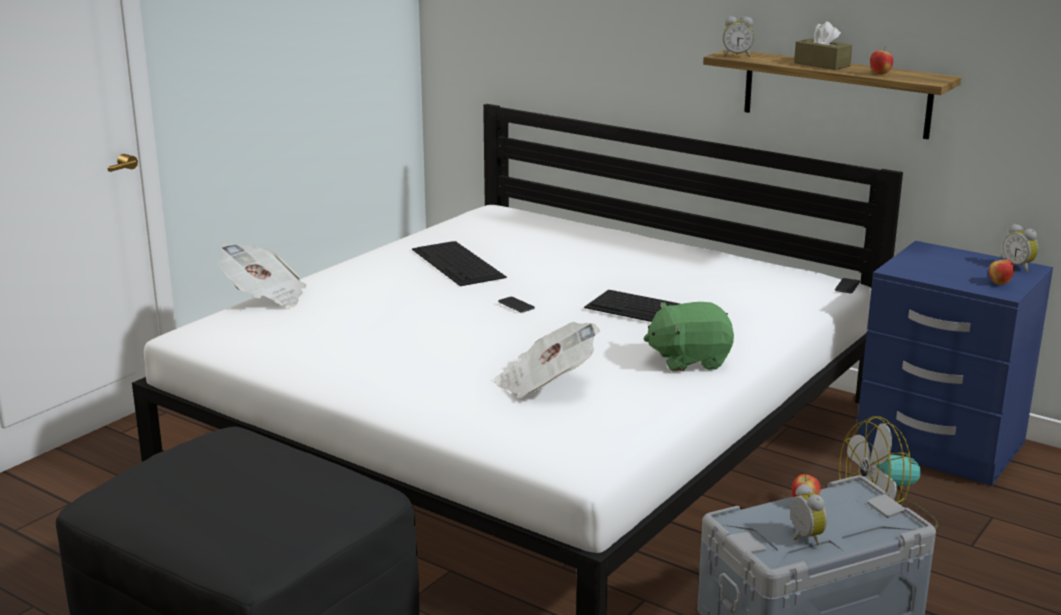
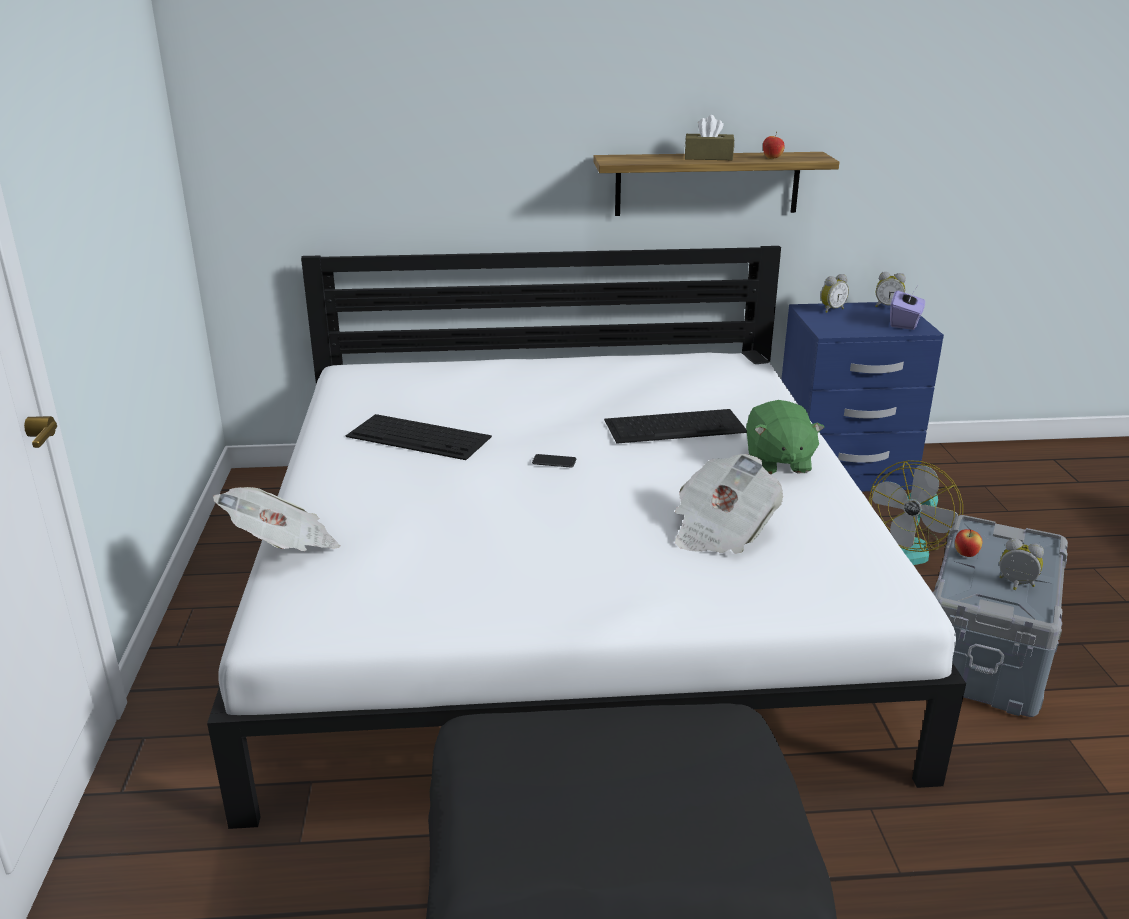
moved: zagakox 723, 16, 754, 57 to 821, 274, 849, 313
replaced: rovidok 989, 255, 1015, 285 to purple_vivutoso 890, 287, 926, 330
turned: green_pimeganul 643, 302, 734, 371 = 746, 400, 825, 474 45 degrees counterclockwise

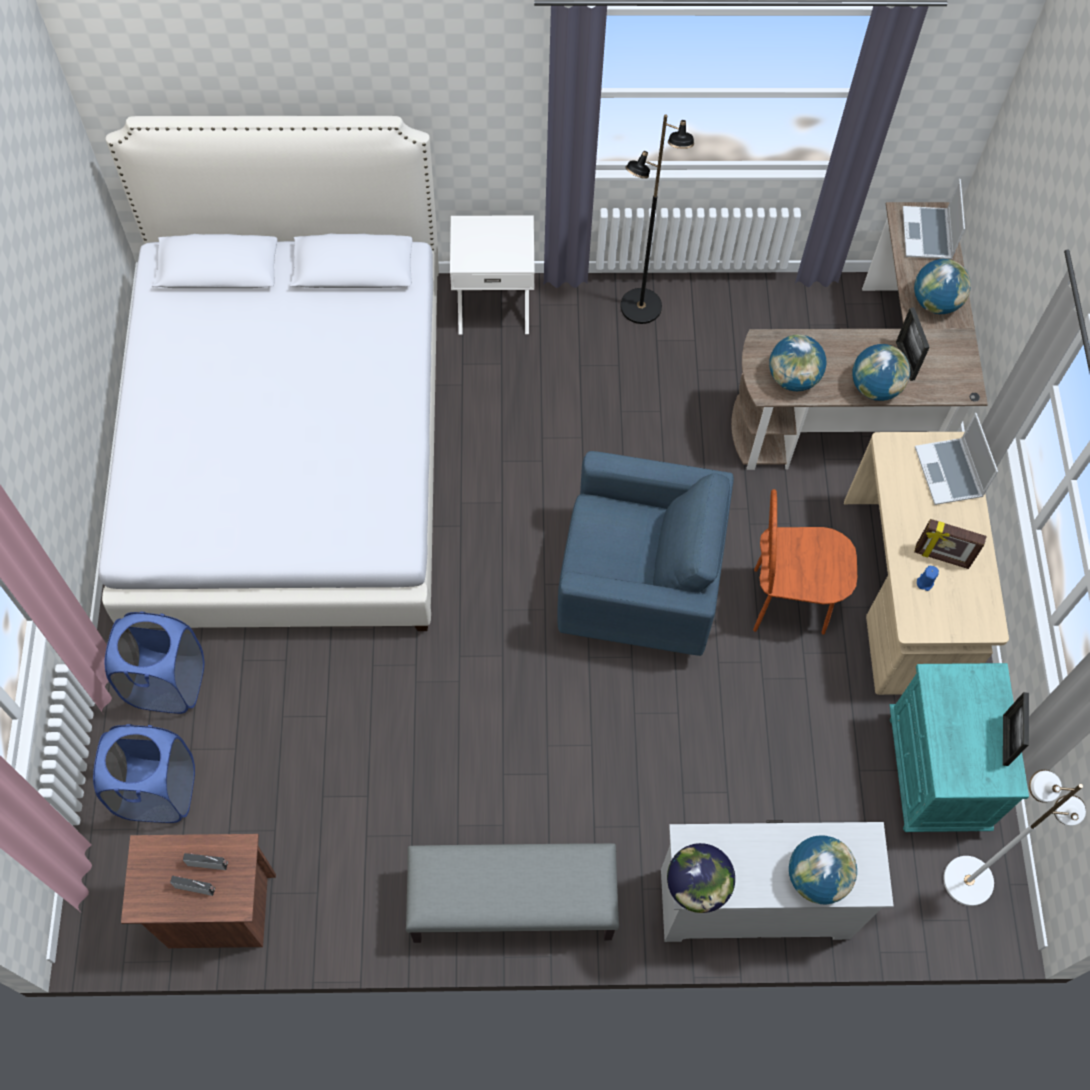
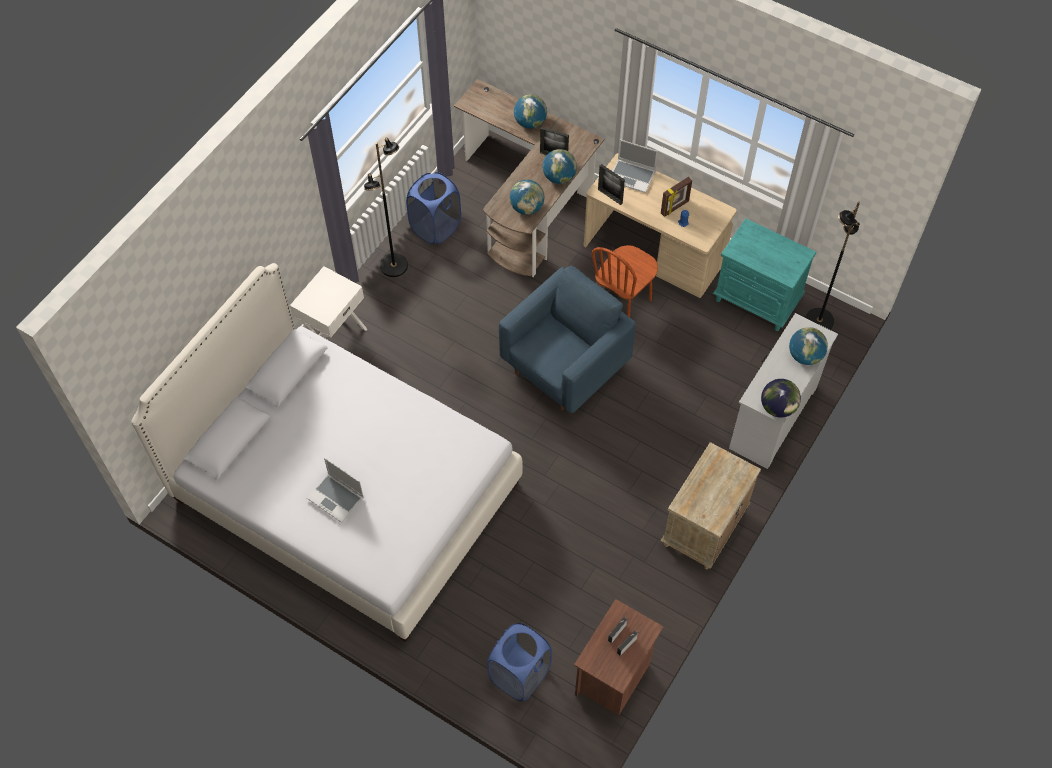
moved: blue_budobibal 105, 612, 204, 714 to 406, 172, 461, 244; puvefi 903, 179, 965, 259 to 307, 458, 364, 523; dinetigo 1003, 692, 1029, 766 to 598, 164, 625, 205
replaced: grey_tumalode 406, 843, 619, 943 to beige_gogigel 661, 442, 761, 570
recoloured: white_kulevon 943, 770, 1086, 906 to black_kulevon 805, 201, 860, 330

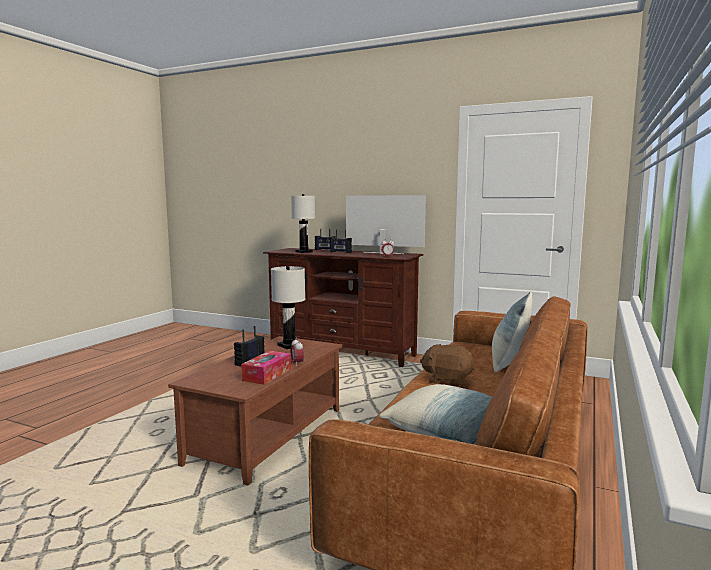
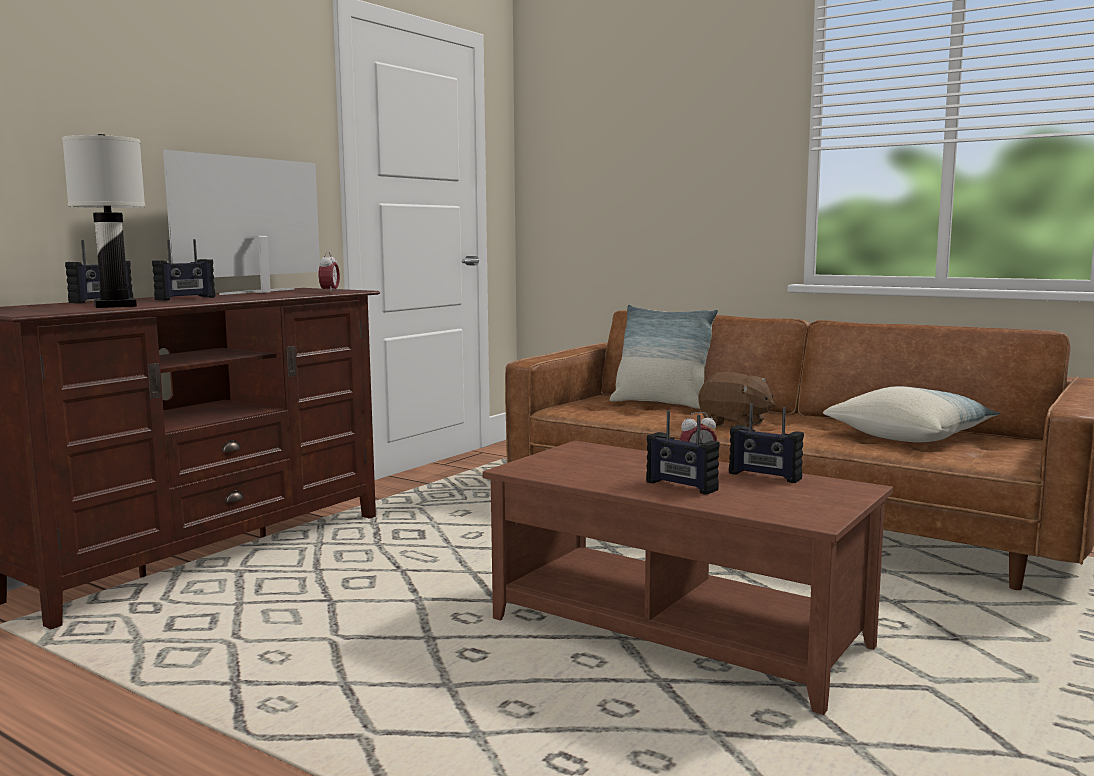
removed: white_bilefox 271, 266, 305, 349
replaced: vivutoso 241, 351, 291, 385 to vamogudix 729, 404, 804, 483
turned: brown_pimeganul 420, 344, 474, 387 = 698, 372, 775, 428 90 degrees counterclockwise

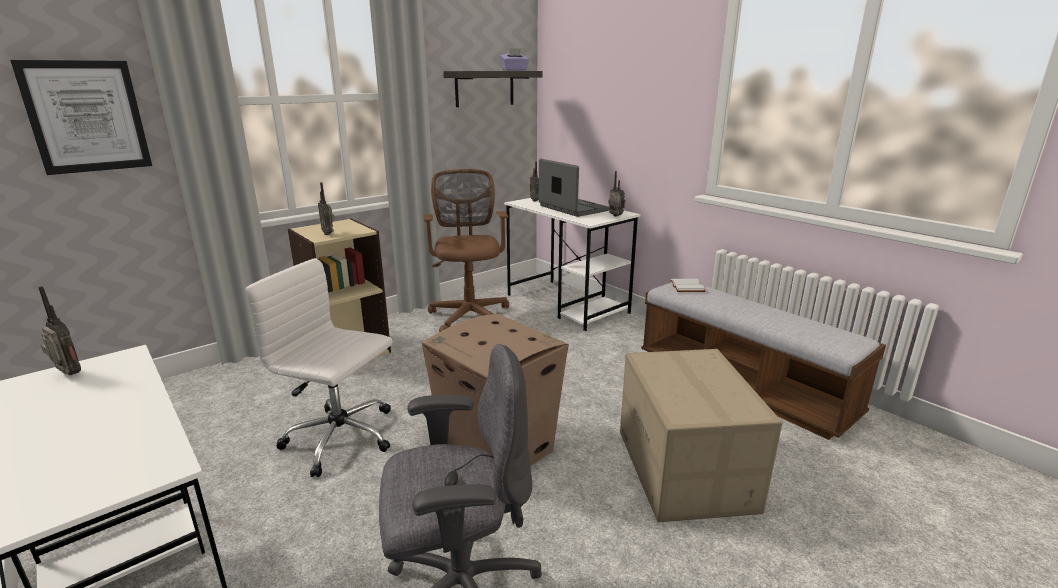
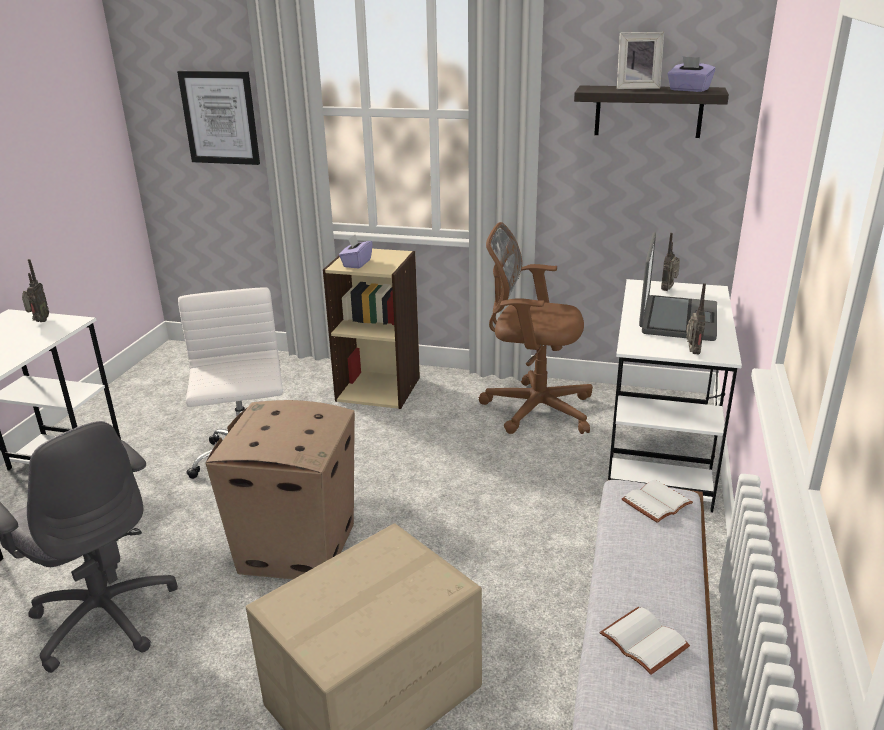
added: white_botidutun 600, 607, 690, 675; dinetigo 617, 32, 664, 89
replaced: vamogudix 318, 182, 335, 235 to purple_vivutoso 339, 235, 373, 269
turned: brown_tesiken 423, 169, 509, 332 = 479, 222, 593, 434 120 degrees counterclockwise

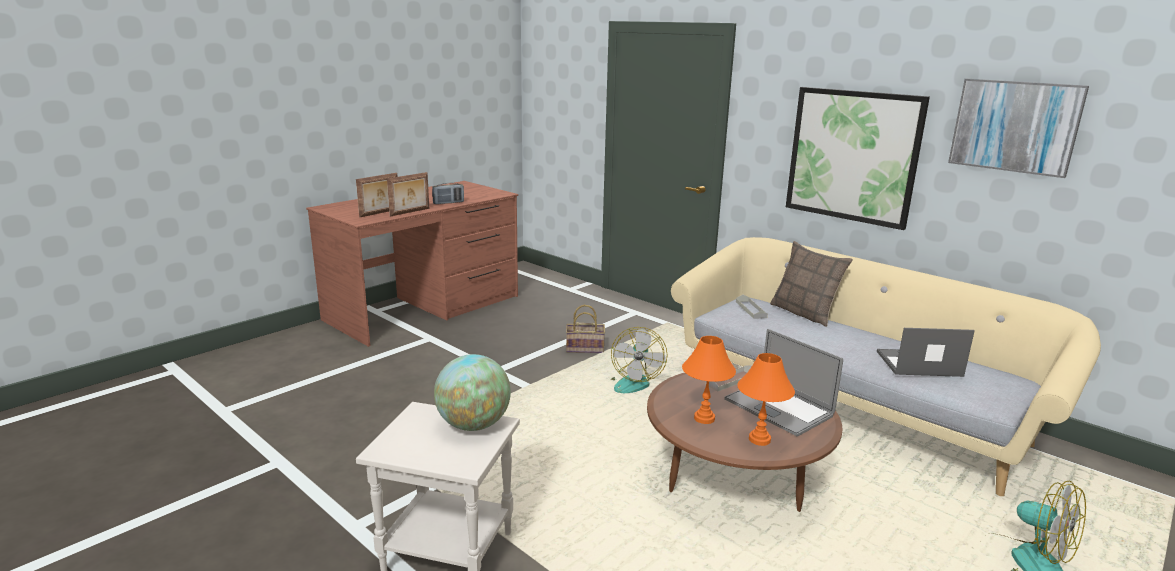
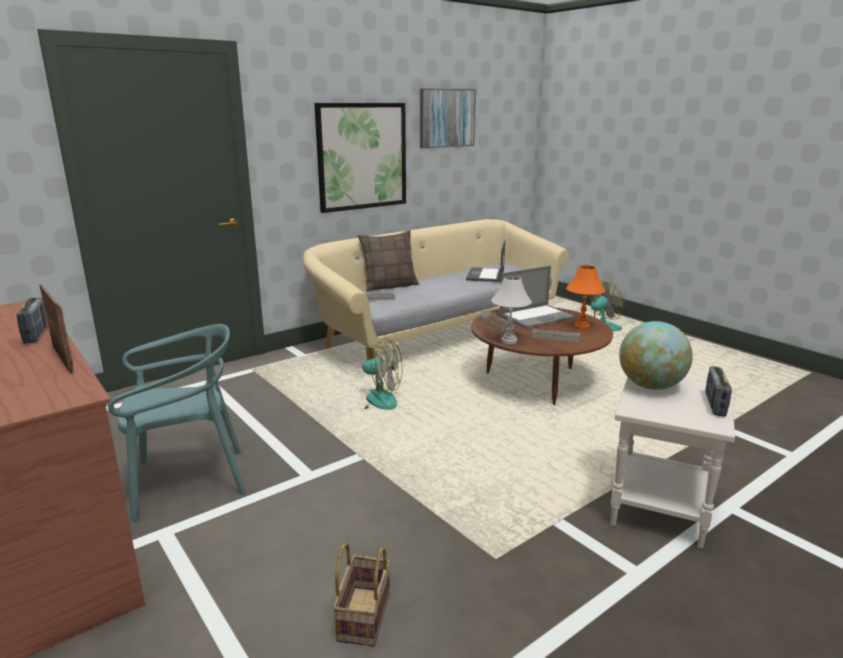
removed: dinetigo 356, 173, 397, 217
added: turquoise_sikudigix 108, 324, 246, 521; white_bilefox 491, 276, 532, 344; vamogudix 705, 366, 732, 417
moved: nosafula 566, 305, 605, 353 to 333, 543, 390, 646
replaced: orange_bilefox 682, 336, 736, 424 to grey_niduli 532, 328, 580, 342

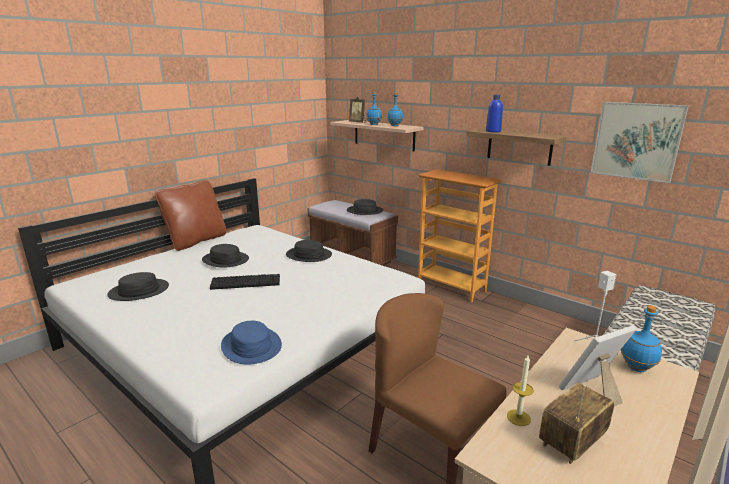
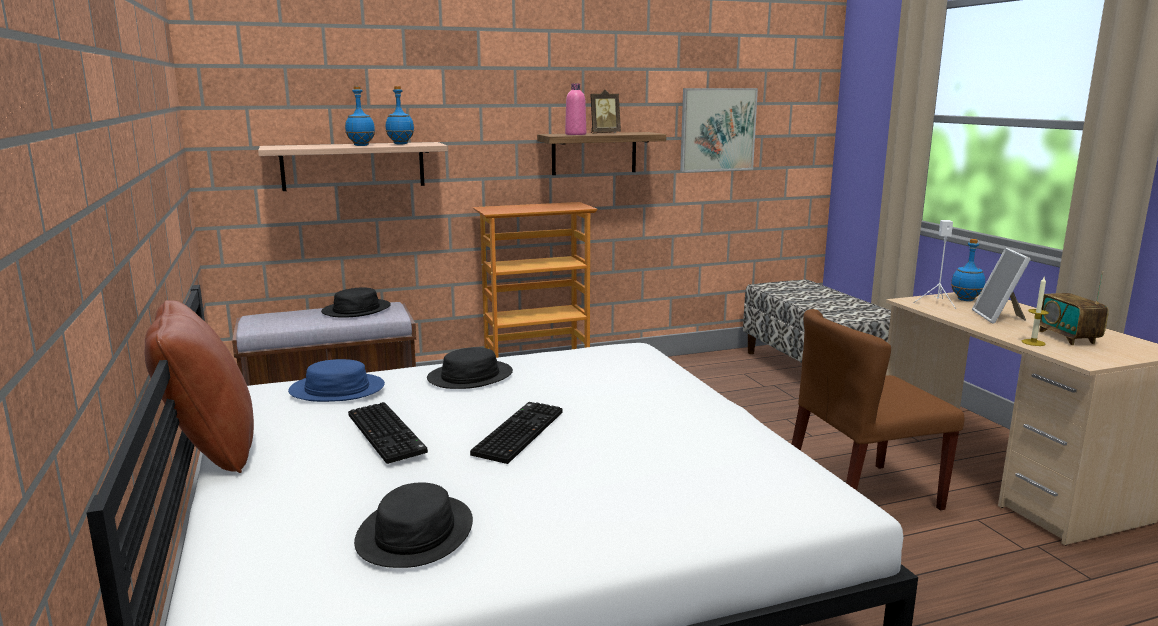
moved: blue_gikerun 221, 321, 282, 365 to 288, 359, 385, 402; dinetigo 349, 97, 366, 123 to 590, 89, 621, 133
replaced: black_gikerun 202, 244, 249, 268 to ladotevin 348, 402, 428, 464
recoloured: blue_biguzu 486, 95, 503, 132 to pink_biguzu 565, 83, 586, 135

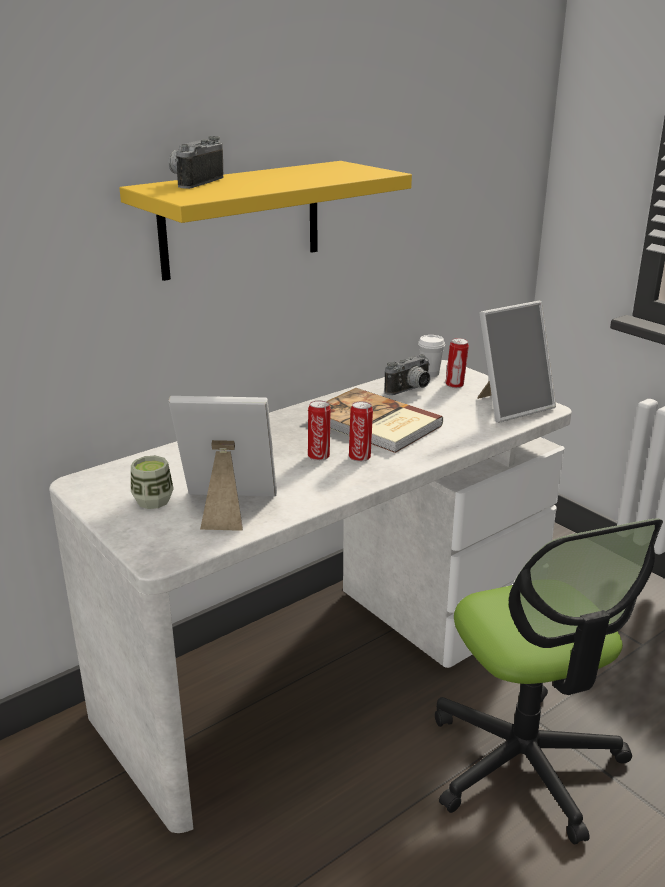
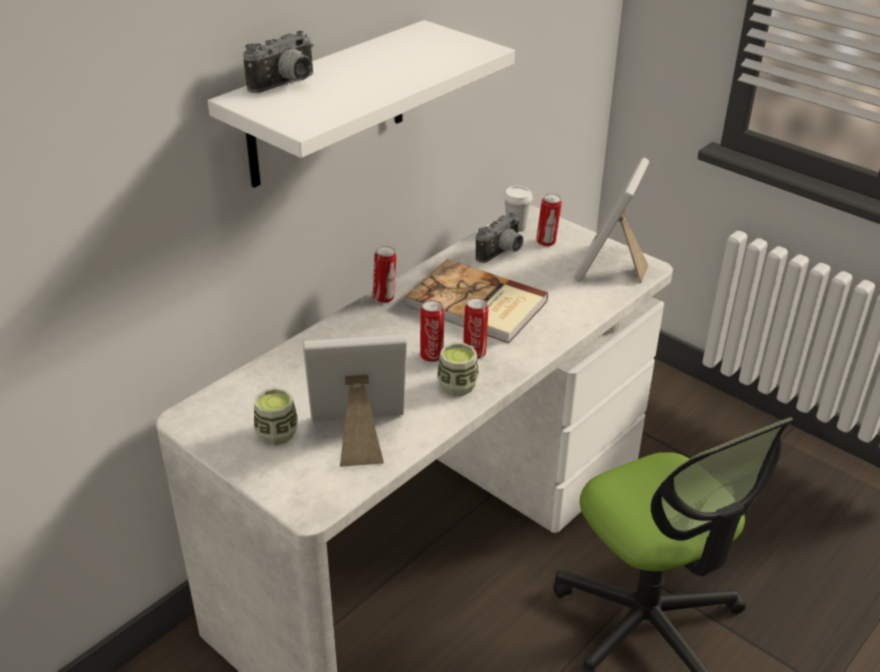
added: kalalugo 373, 246, 396, 303; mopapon 437, 343, 479, 396
recoloured: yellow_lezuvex 119, 161, 412, 281 to white_lezuvex 208, 20, 515, 188
turned: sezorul 168, 136, 224, 189 = 243, 31, 313, 93 150 degrees counterclockwise; dinetigo 477, 301, 556, 423 = 574, 158, 650, 283 150 degrees clockwise

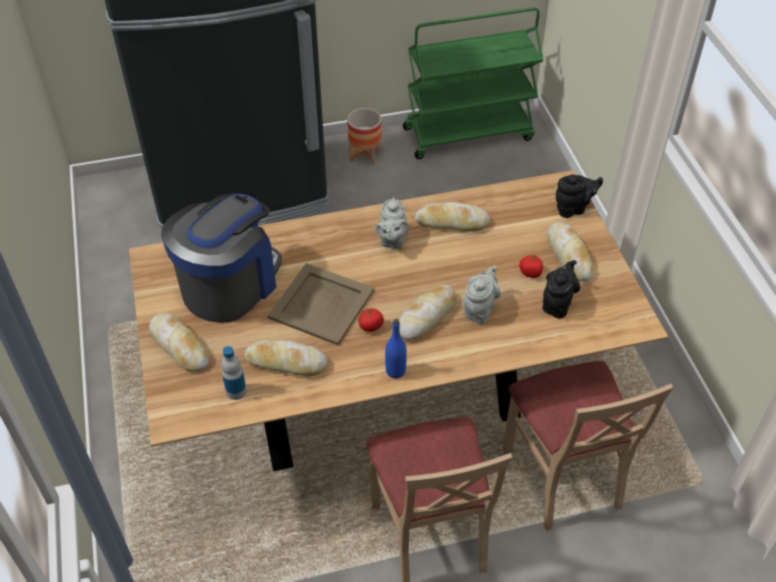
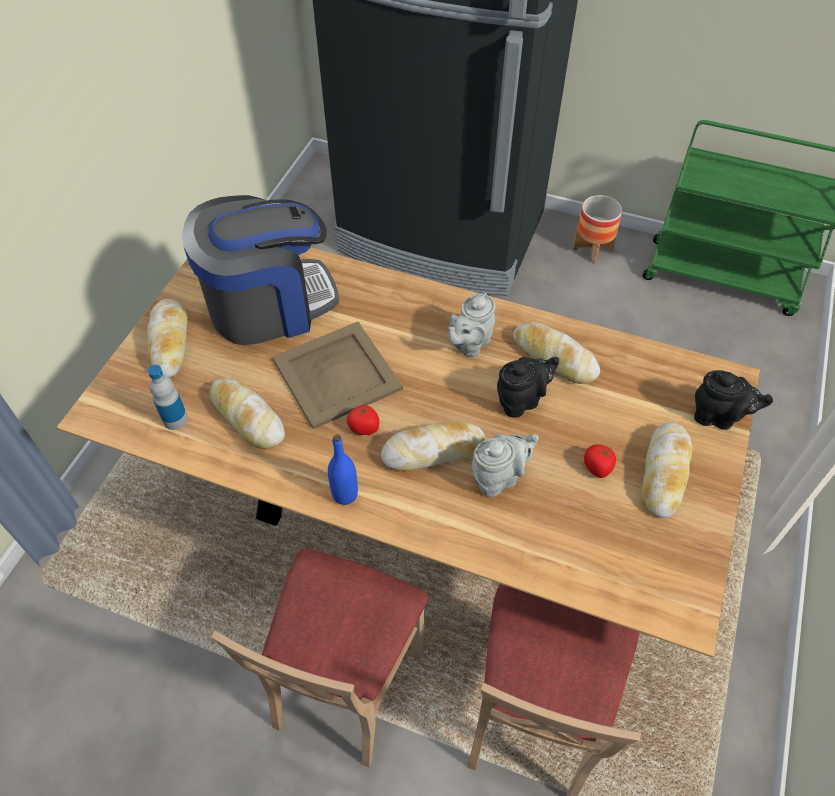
moved: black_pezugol 542, 260, 580, 319 to 497, 357, 559, 418

